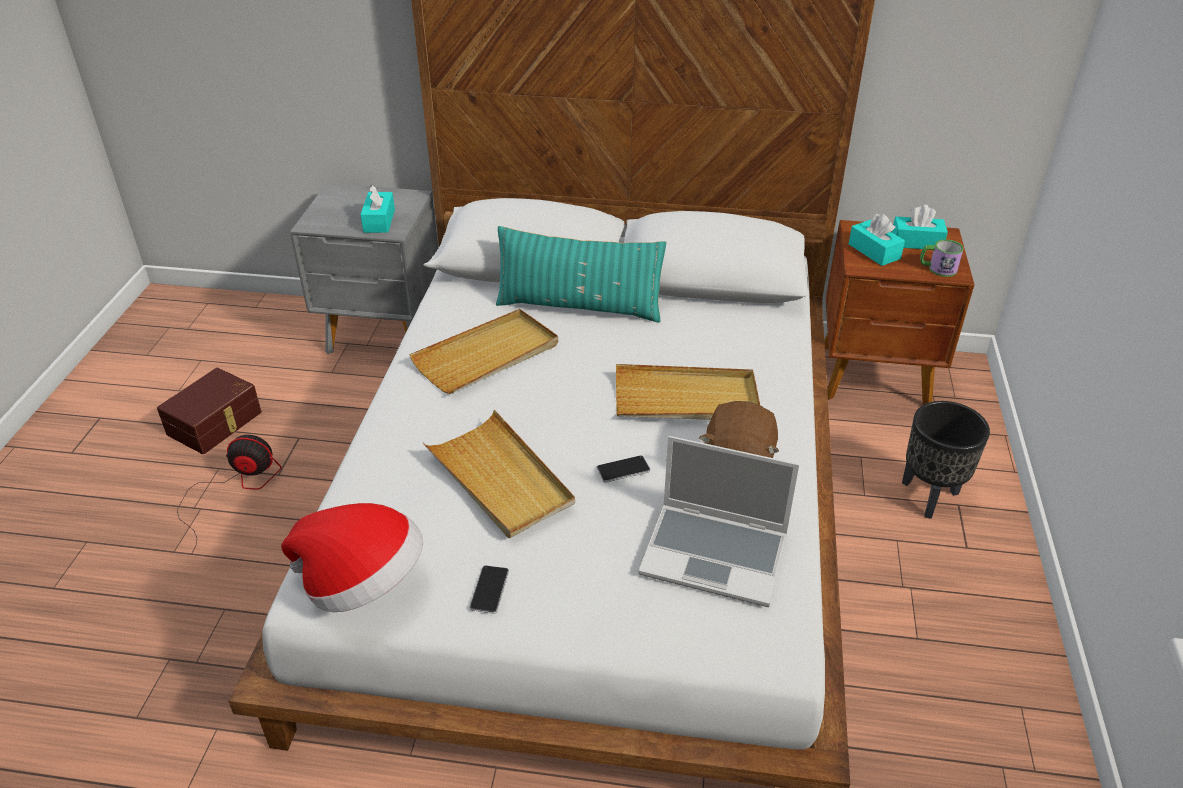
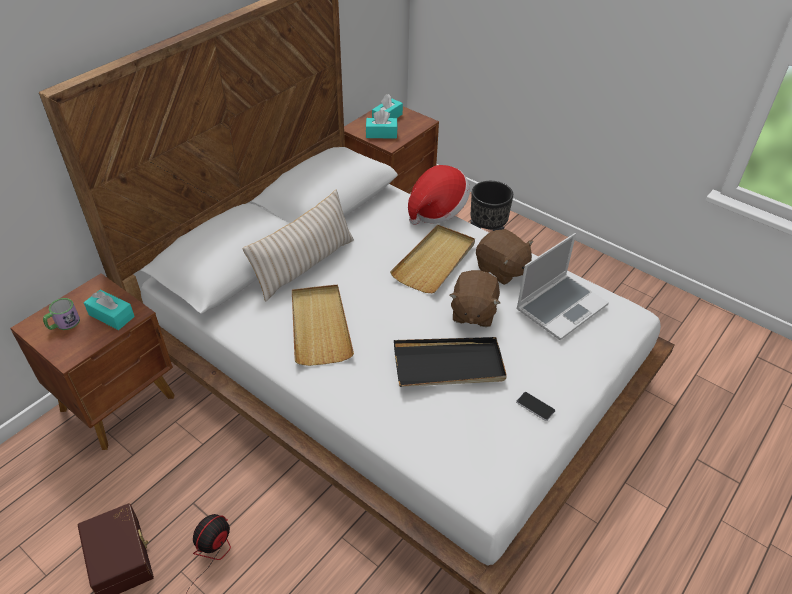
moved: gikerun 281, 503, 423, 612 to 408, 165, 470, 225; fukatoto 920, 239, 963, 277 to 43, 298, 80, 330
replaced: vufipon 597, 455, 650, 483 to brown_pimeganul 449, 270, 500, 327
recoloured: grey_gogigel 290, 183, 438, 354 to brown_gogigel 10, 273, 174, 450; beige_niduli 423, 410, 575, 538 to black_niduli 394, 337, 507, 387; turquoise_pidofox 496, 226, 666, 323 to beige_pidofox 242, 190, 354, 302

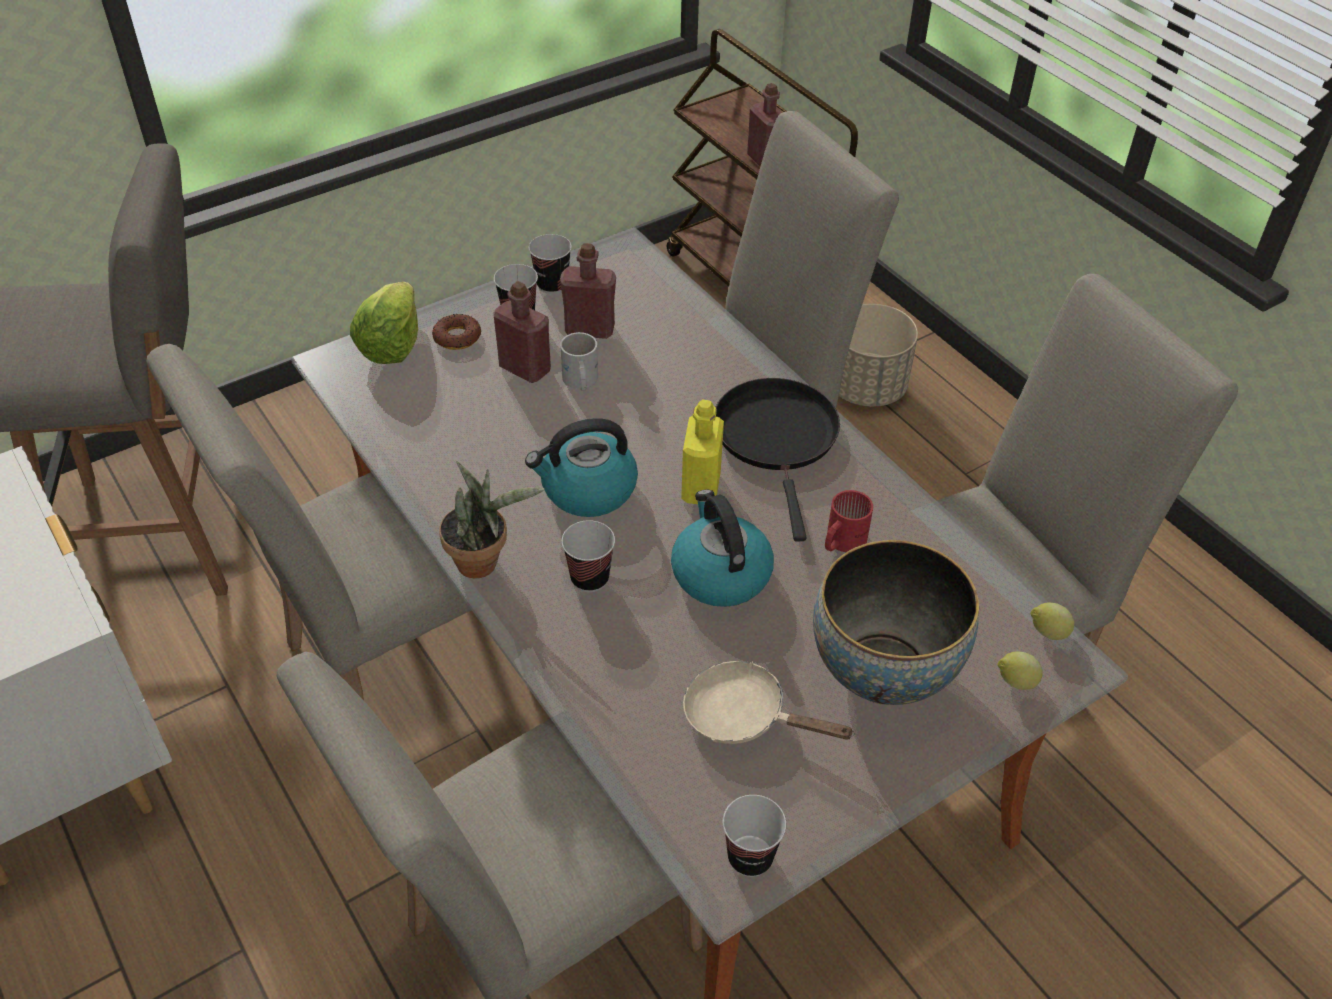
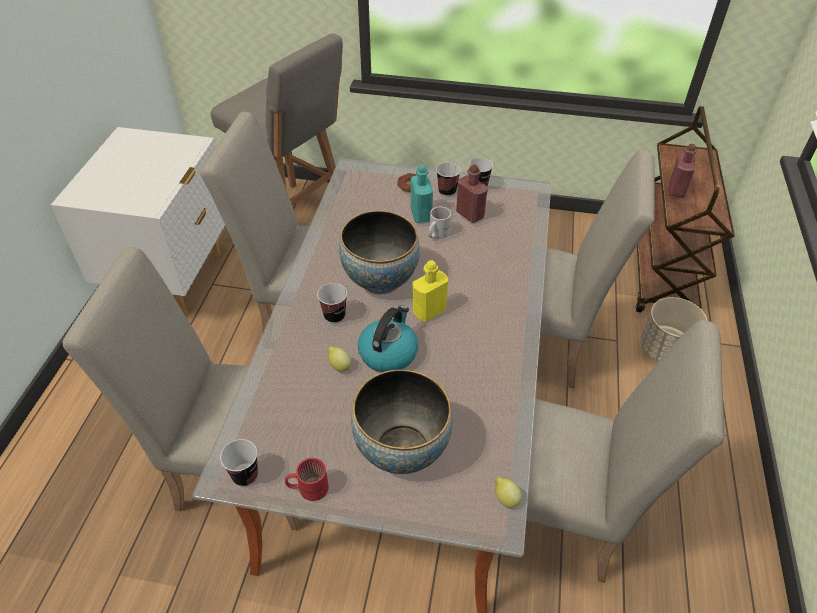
removed: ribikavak 350, 282, 418, 364; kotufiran 439, 461, 545, 578; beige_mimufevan 683, 661, 855, 744; black_mimufevan 716, 378, 840, 542
moved: red_fukatoto 825, 490, 873, 552 to 285, 458, 329, 501; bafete 998, 652, 1043, 690 to 328, 346, 352, 372
replaced: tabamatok 525, 418, 638, 517 to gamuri 339, 211, 420, 294
recoloured: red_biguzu 493, 281, 551, 383 to turquoise_biguzu 411, 165, 433, 223

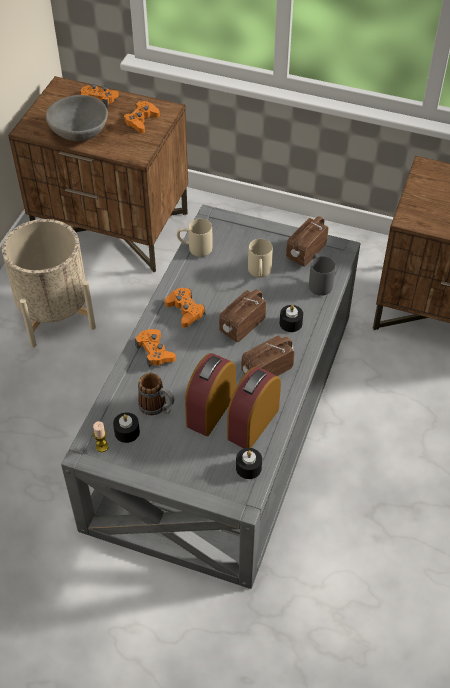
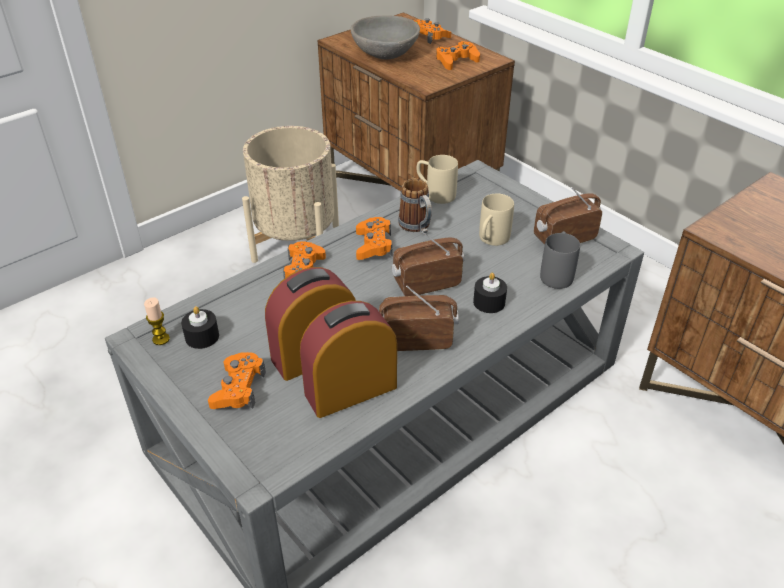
removed: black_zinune 236, 448, 262, 479
added: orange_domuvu 208, 352, 266, 409
moved: fukatoto 138, 373, 174, 415 to 398, 178, 432, 234

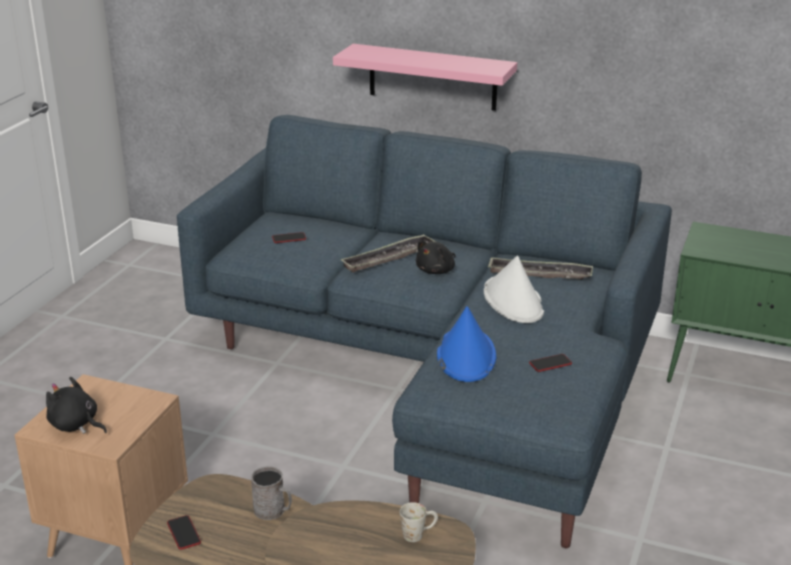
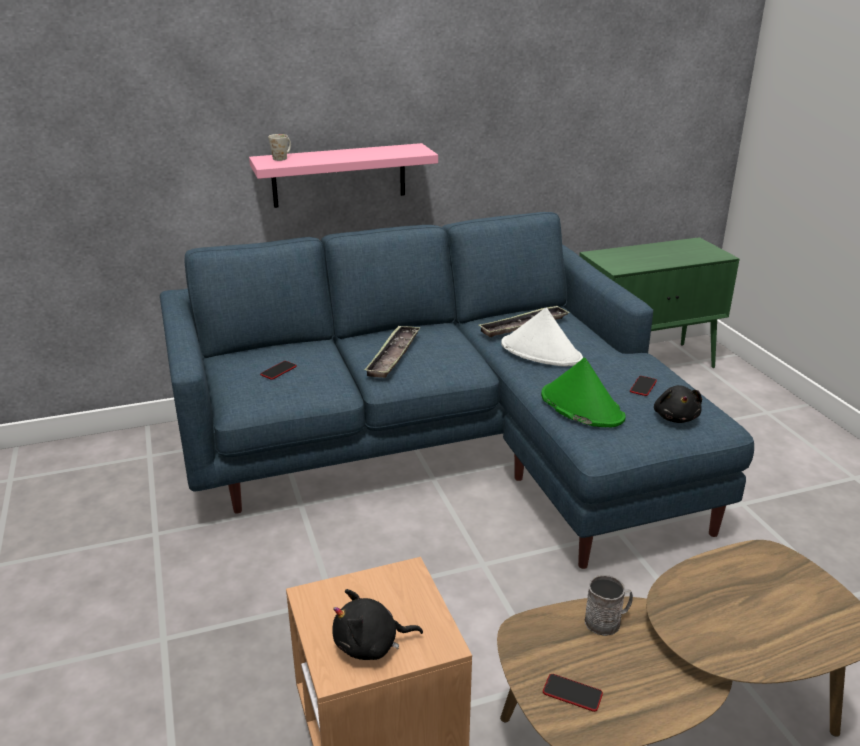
moved: white_fukatoto 400, 502, 438, 542 to 268, 134, 291, 161; black_pimeganul 416, 240, 455, 274 to 654, 385, 702, 423
recoloured: blue_gikerun 437, 306, 496, 382 to green_gikerun 541, 357, 626, 428

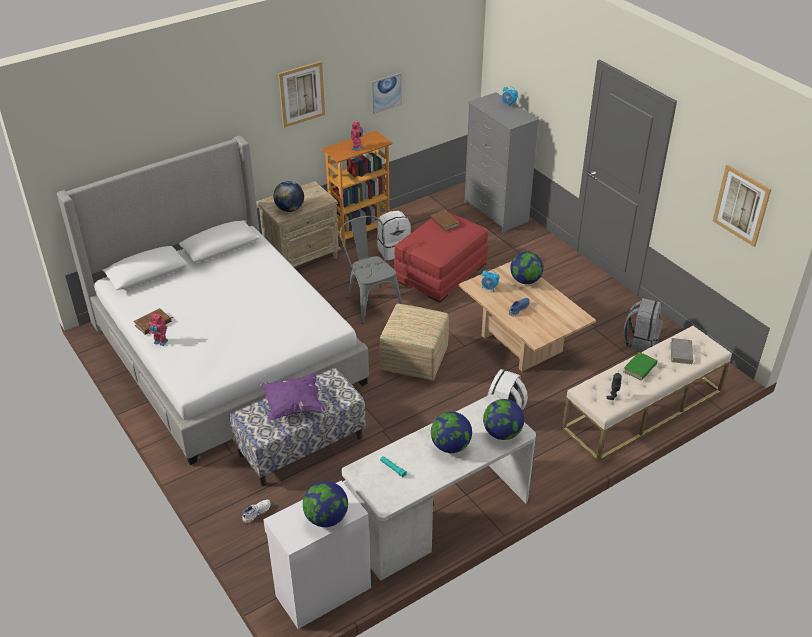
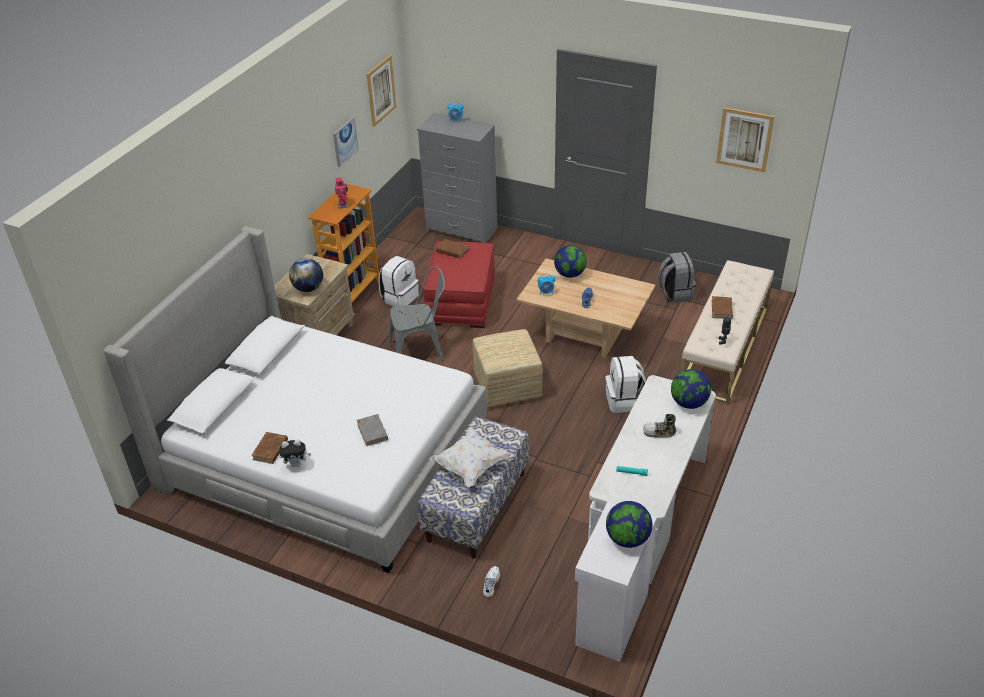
moved: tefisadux 278, 61, 325, 128 to 367, 55, 396, 127; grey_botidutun 671, 338, 693, 364 to 357, 414, 388, 446
replaced: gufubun 149, 313, 168, 346 to pimeganul 279, 439, 311, 467; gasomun 431, 412, 472, 453 to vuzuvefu 643, 414, 677, 438
recoloured: purple_pidofox 260, 373, 327, 420 to white_pidofox 429, 427, 513, 487; green_botidutun 623, 352, 657, 381 to brown_botidutun 712, 296, 733, 319
turned: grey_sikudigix 340, 216, 402, 324 = 389, 266, 445, 361 135 degrees clockwise

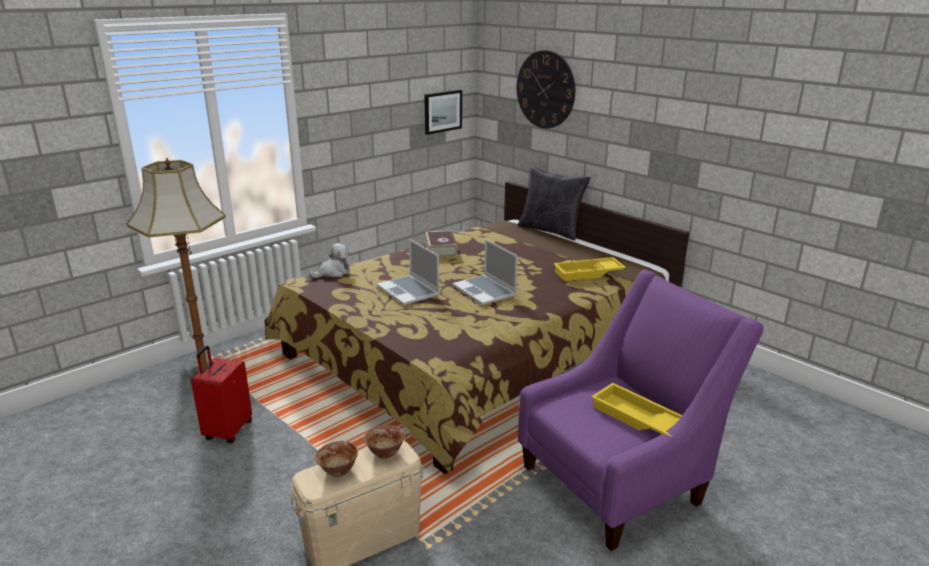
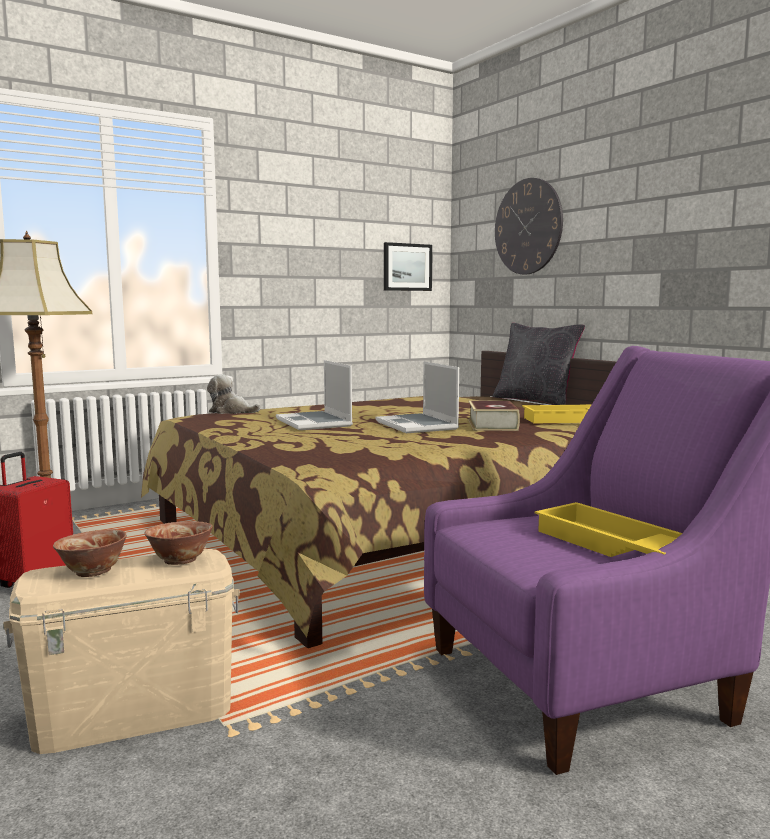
moved: botidutun 426, 231, 458, 258 to 468, 400, 520, 431
turned: pimeganul 309, 243, 350, 278 = 207, 374, 260, 414 135 degrees counterclockwise

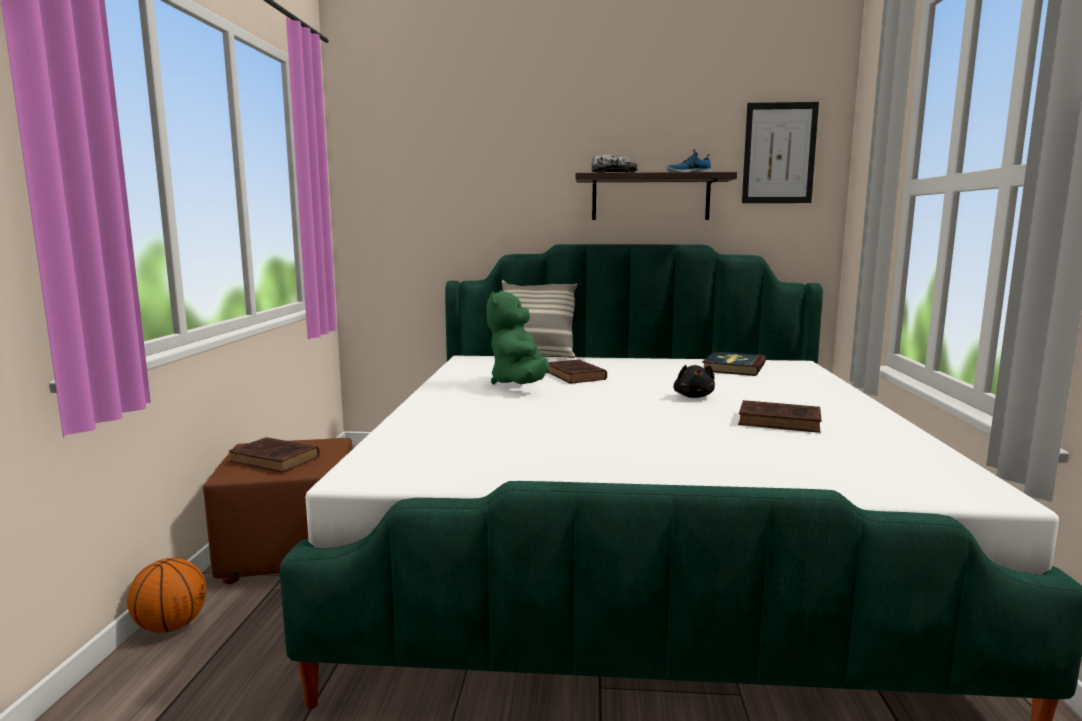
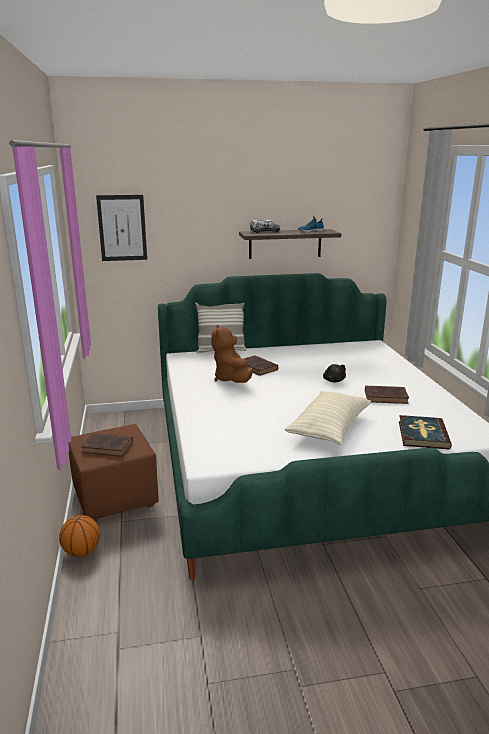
added: beige_pidofox 285, 391, 371, 445
moved: botidutun 702, 351, 766, 376 to 399, 415, 452, 449; tefisadux 742, 102, 819, 203 to 96, 195, 147, 261
recoloured: green_pimeganul 487, 291, 550, 385 to brown_pimeganul 211, 325, 253, 383

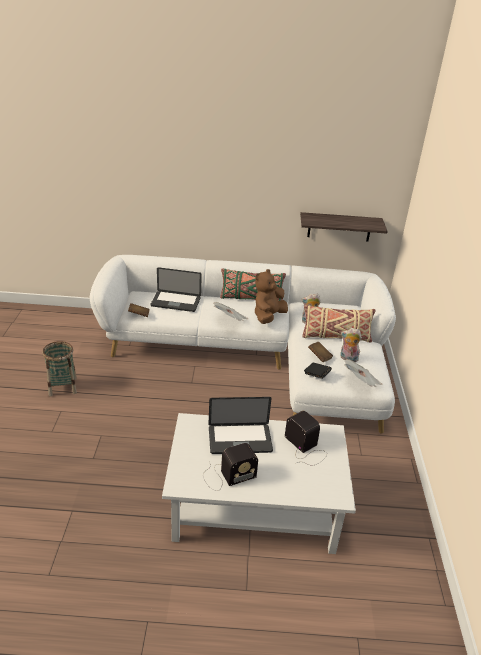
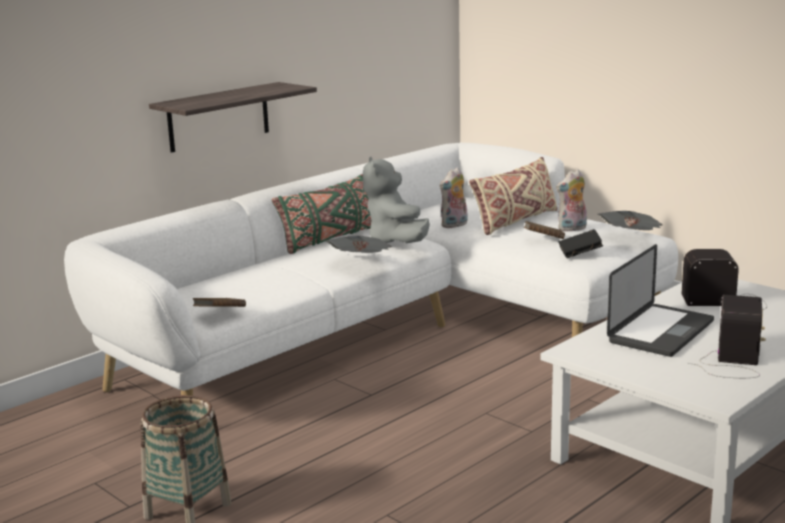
removed: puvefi 150, 267, 202, 312
moved: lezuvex 300, 212, 388, 241 to 149, 82, 317, 153
recoloured: brown_pimeganul 255, 269, 288, 324 to grey_pimeganul 363, 157, 430, 243

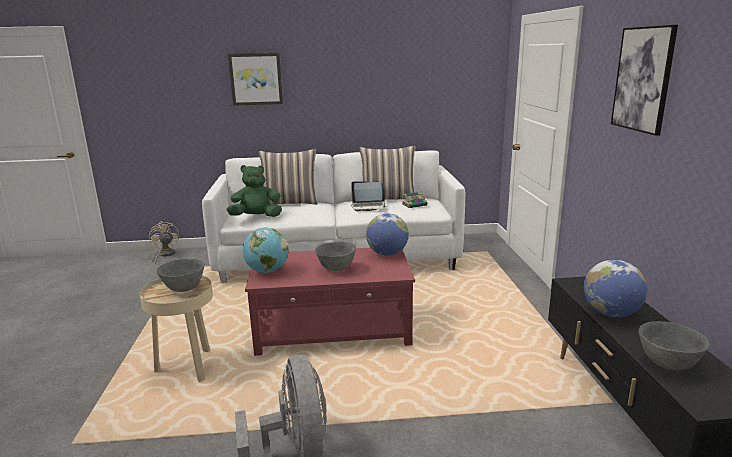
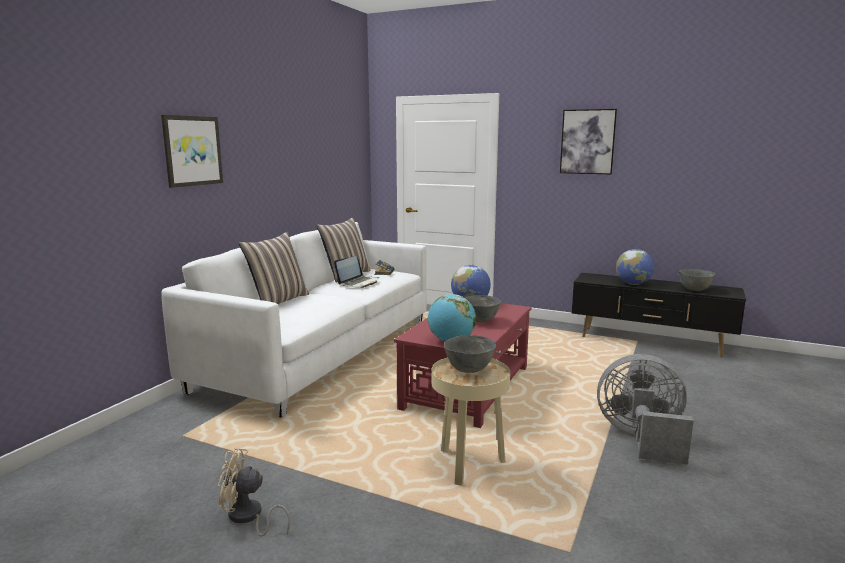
removed: green_pimeganul 227, 165, 282, 217
moved: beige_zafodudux 149, 221, 179, 265 to 218, 448, 290, 536

